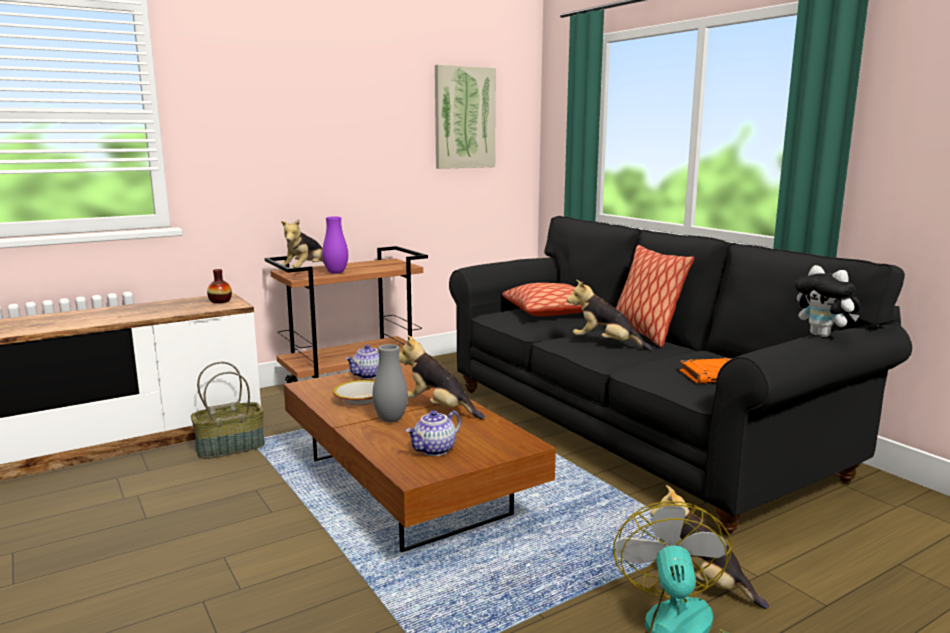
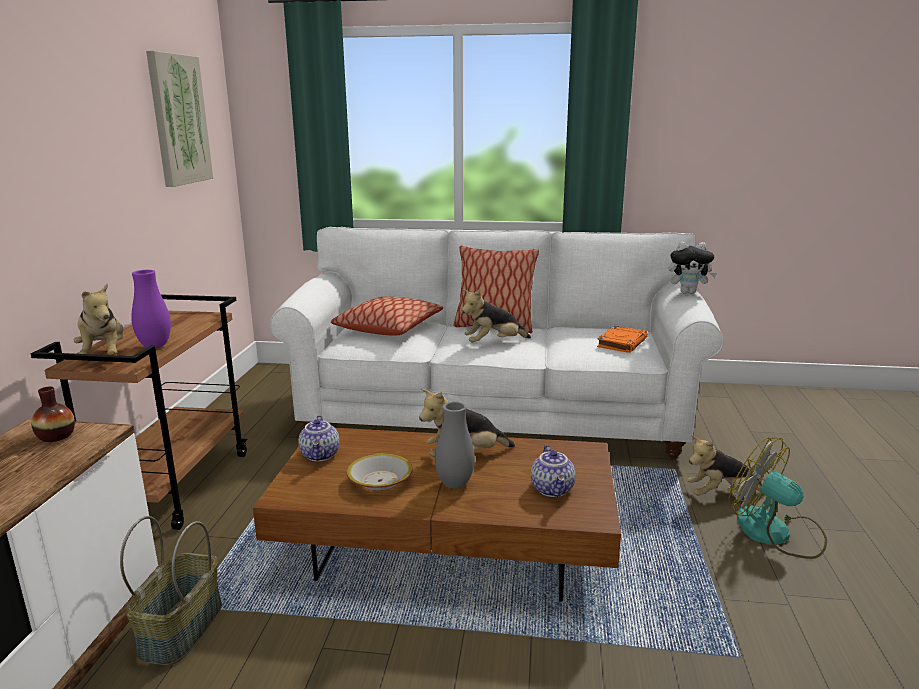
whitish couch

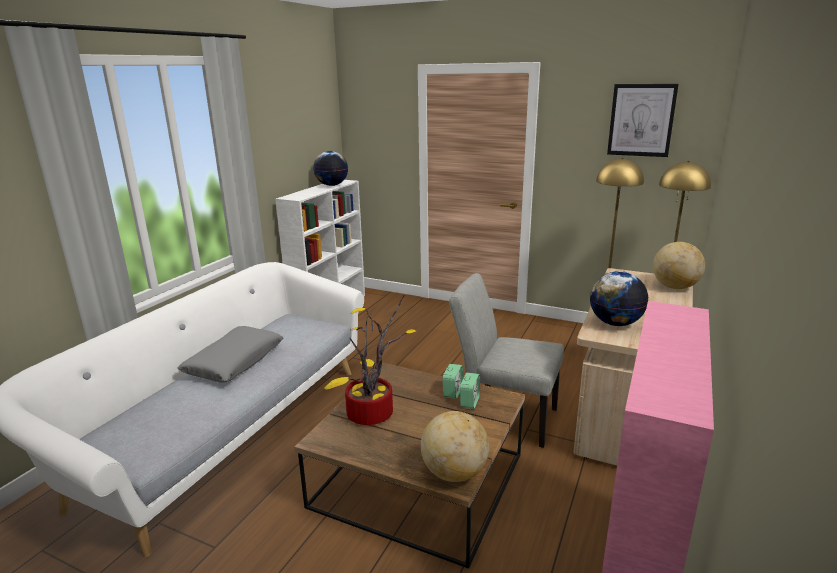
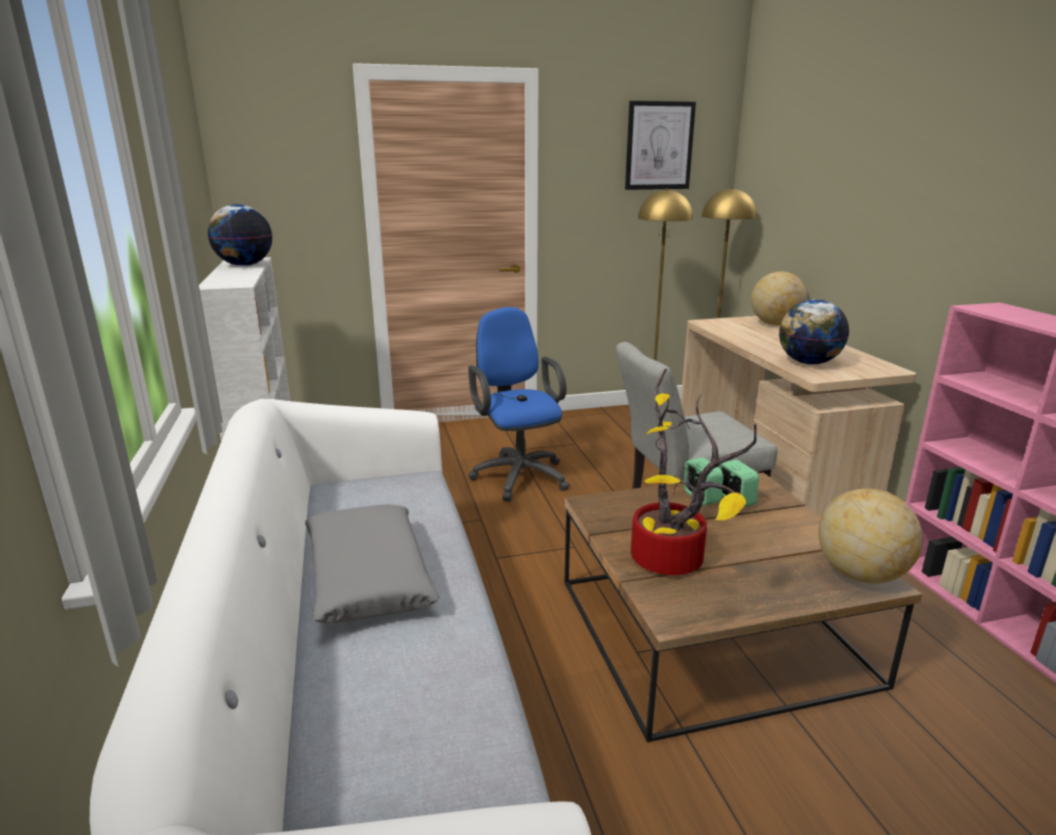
blue-coloured office chair

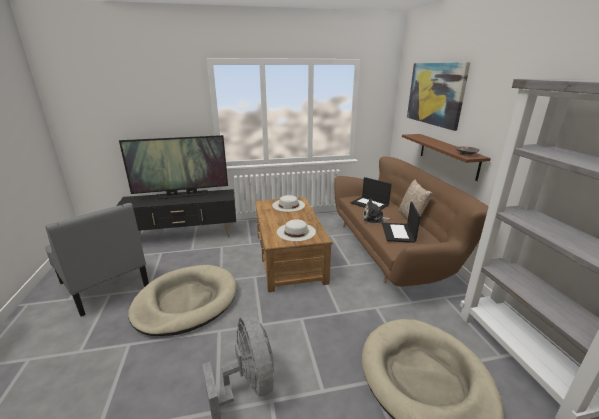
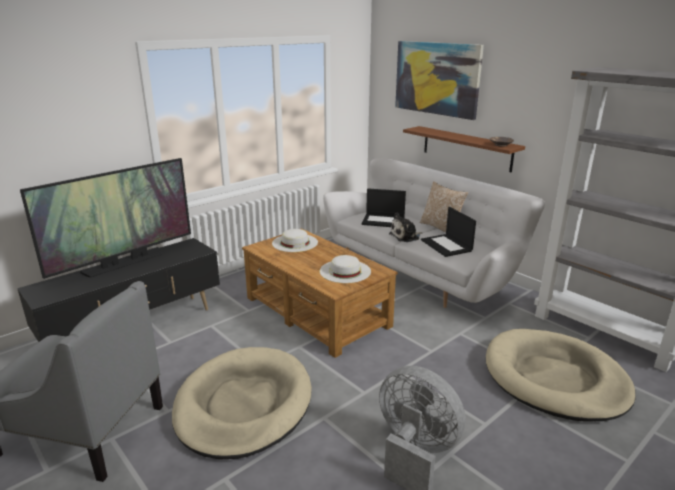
whitish couch

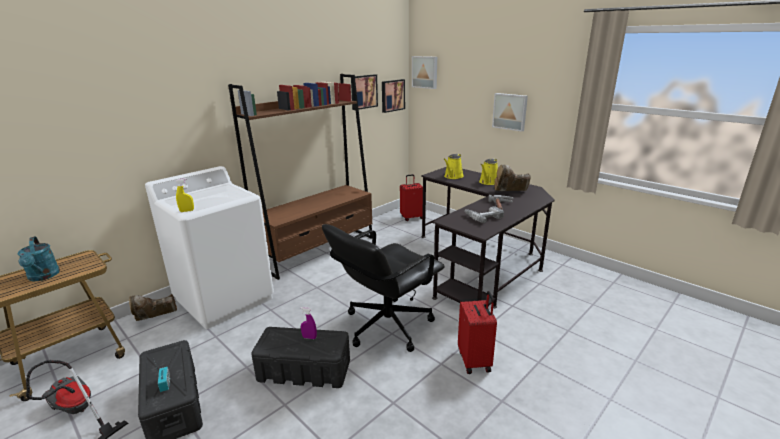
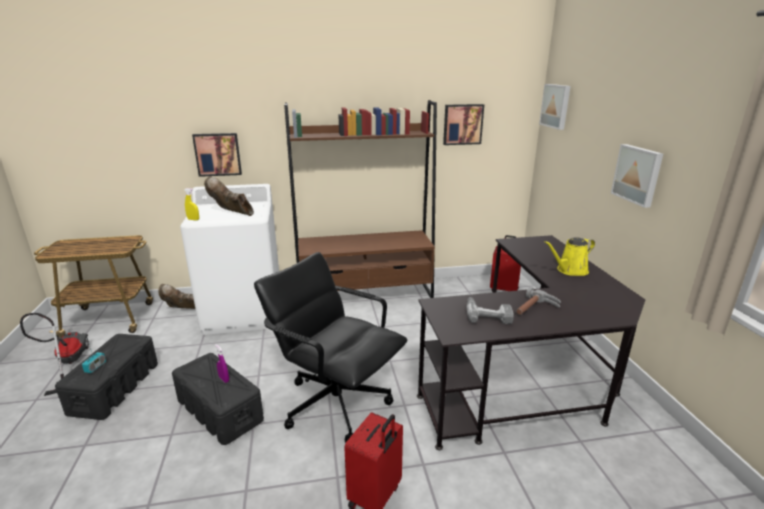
wall art (no. 1 from left)
yellow watering can (no. 1 from left in the first image)
brown boot (no. 2 from left)
blackish office chair
turquoise-coloured watering can

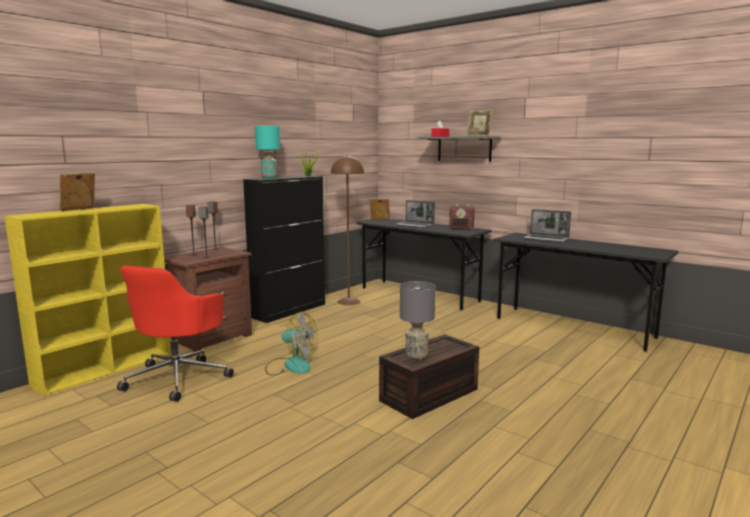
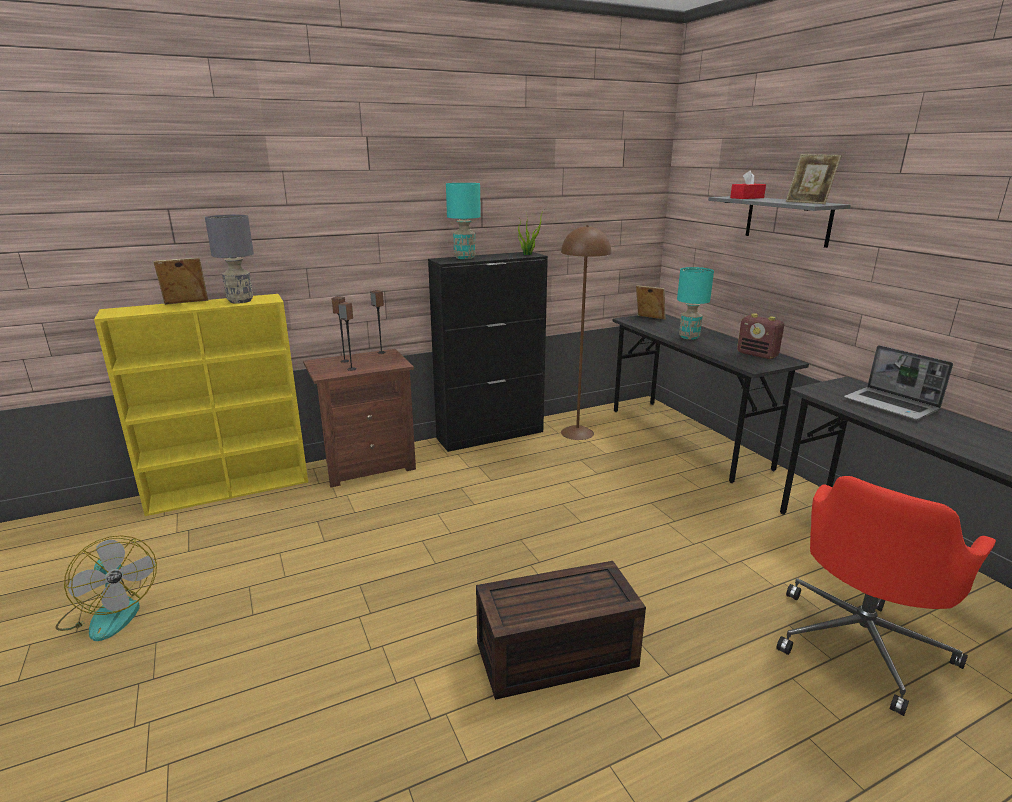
turquoise-coloured tabletop lamp (no. 2 from left)
reddish office chair
grey tabletop lamp
cooling fan

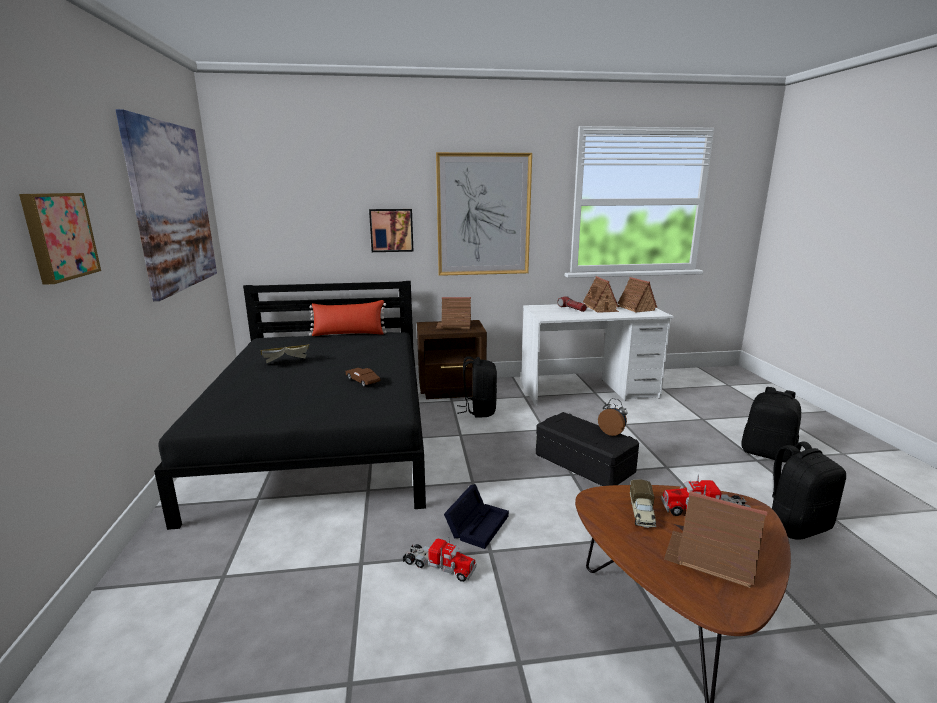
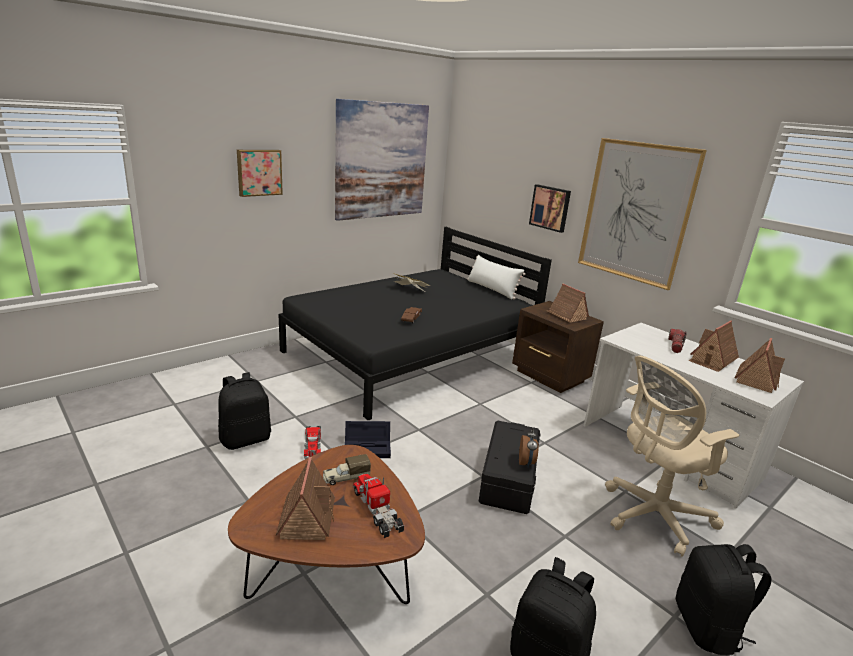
whitish cushion
blackish rucksack (no. 1 from left)
sand-coloured office chair

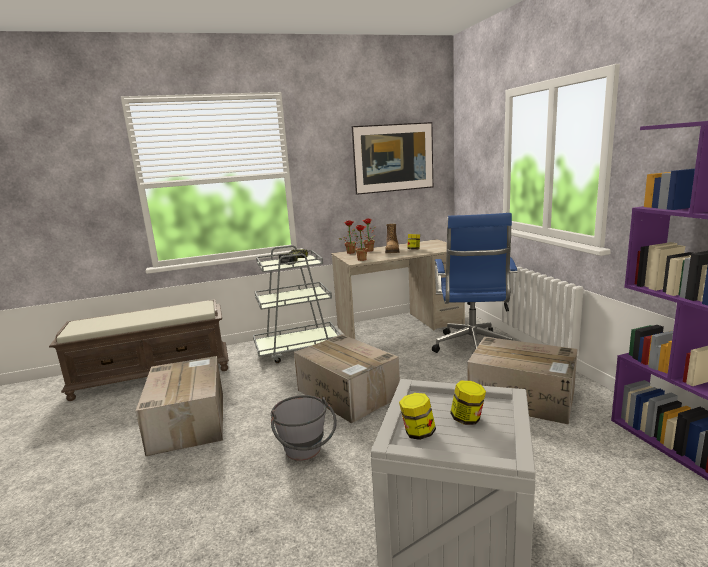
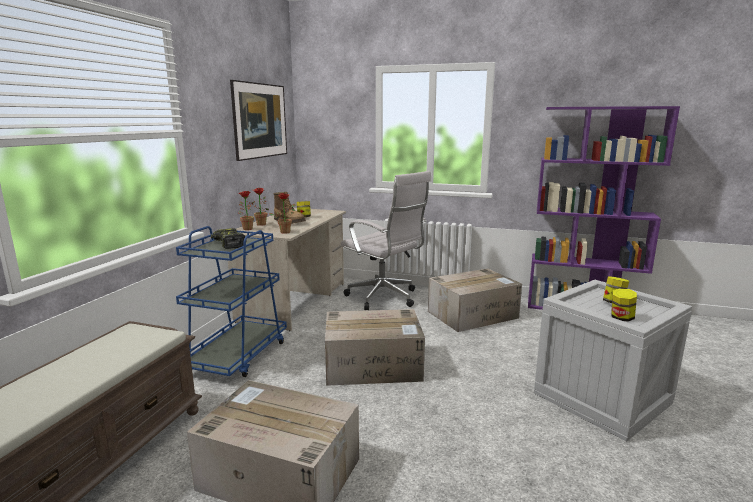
whitish office chair
blue-coloured wheeled cart
grey water bucket

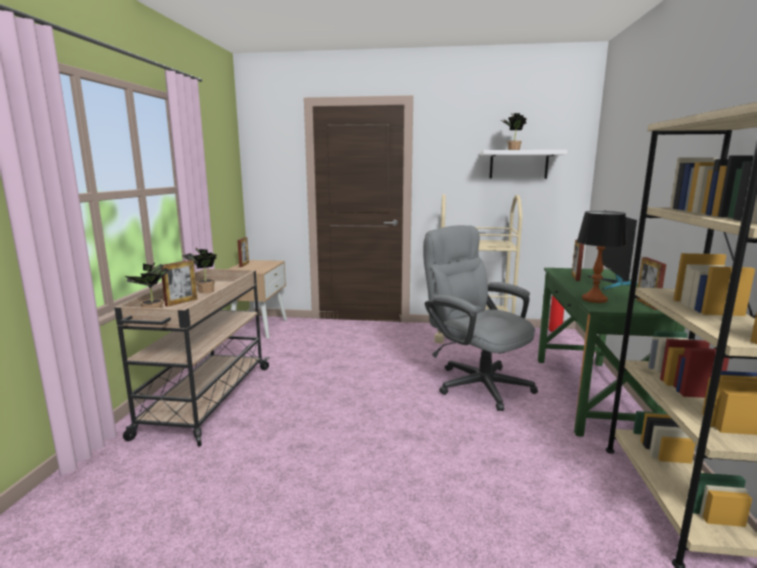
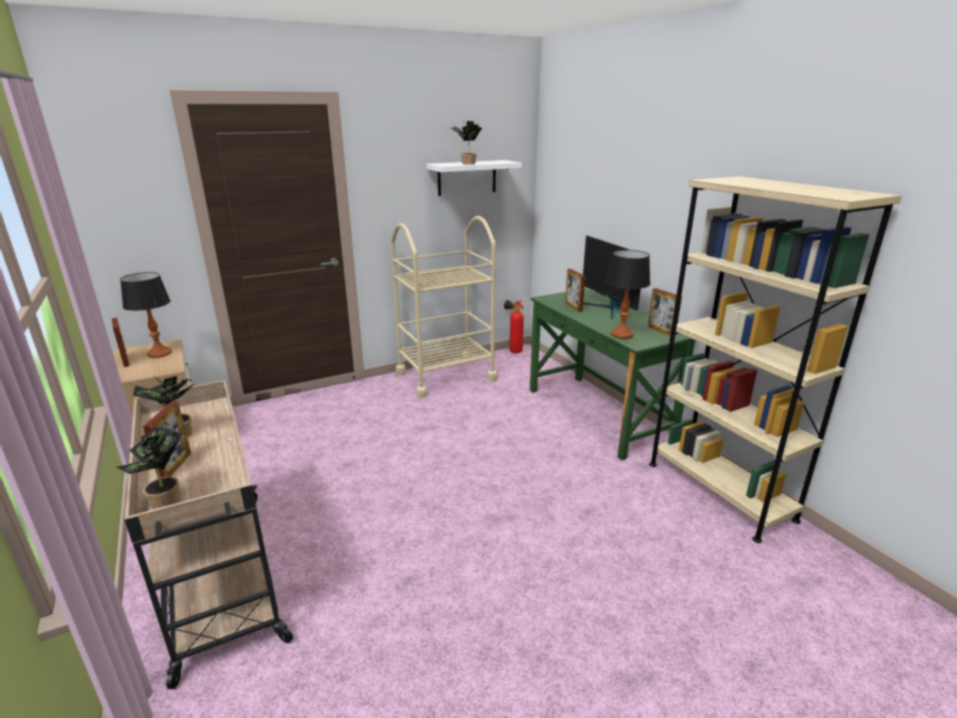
grey office chair
tabletop lamp (no. 1 from left)

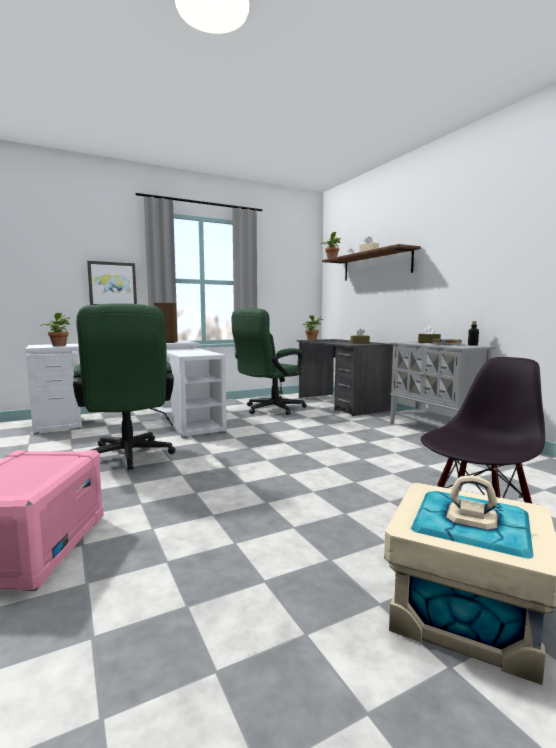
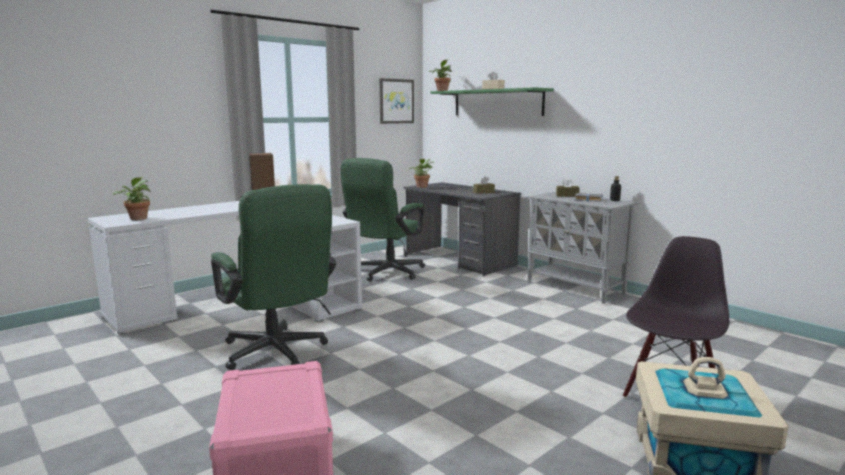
greenish bracket shelf
wall art

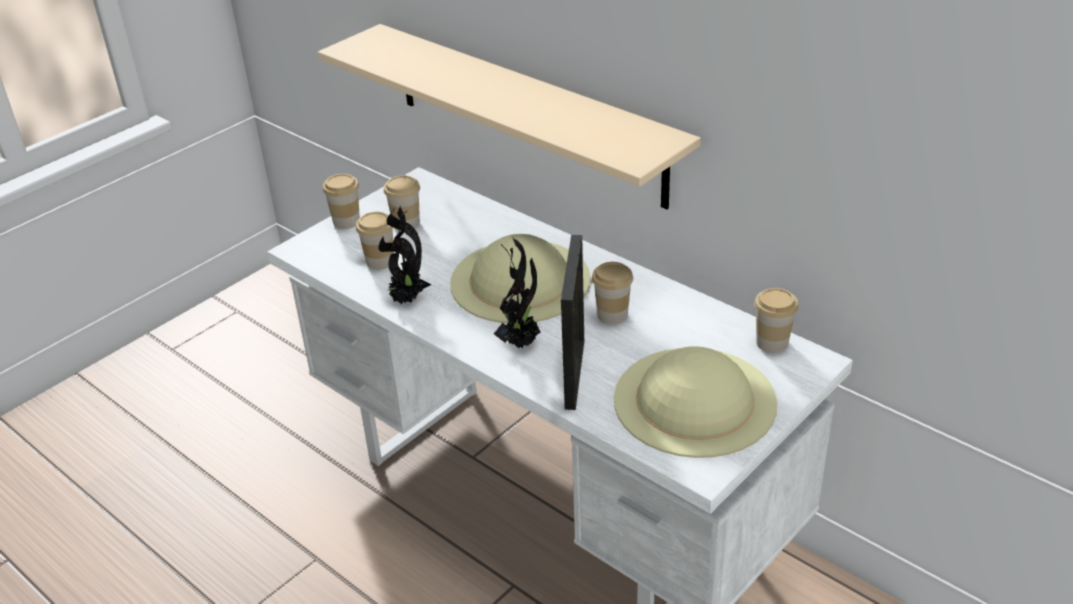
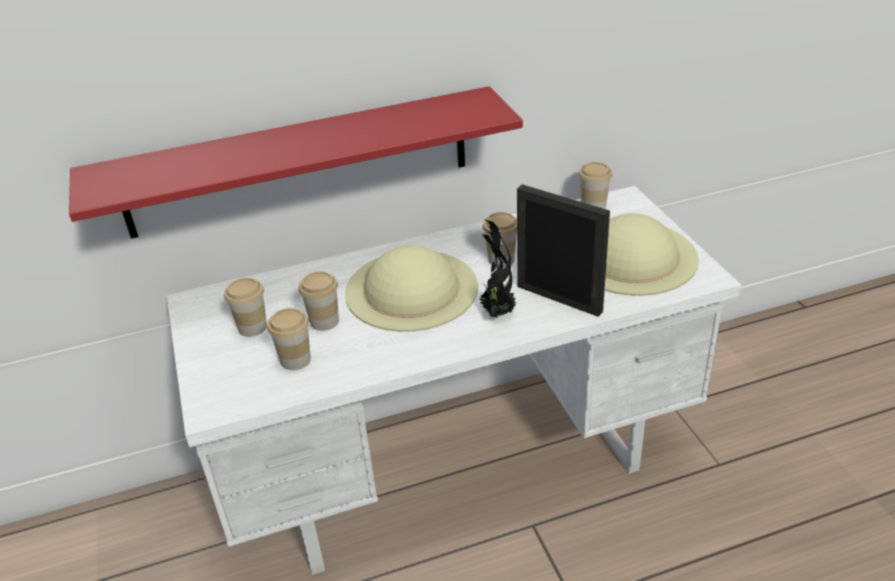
reddish bracket shelf
cup (no. 3 from left)
potted plant (no. 1 from left in the first image)

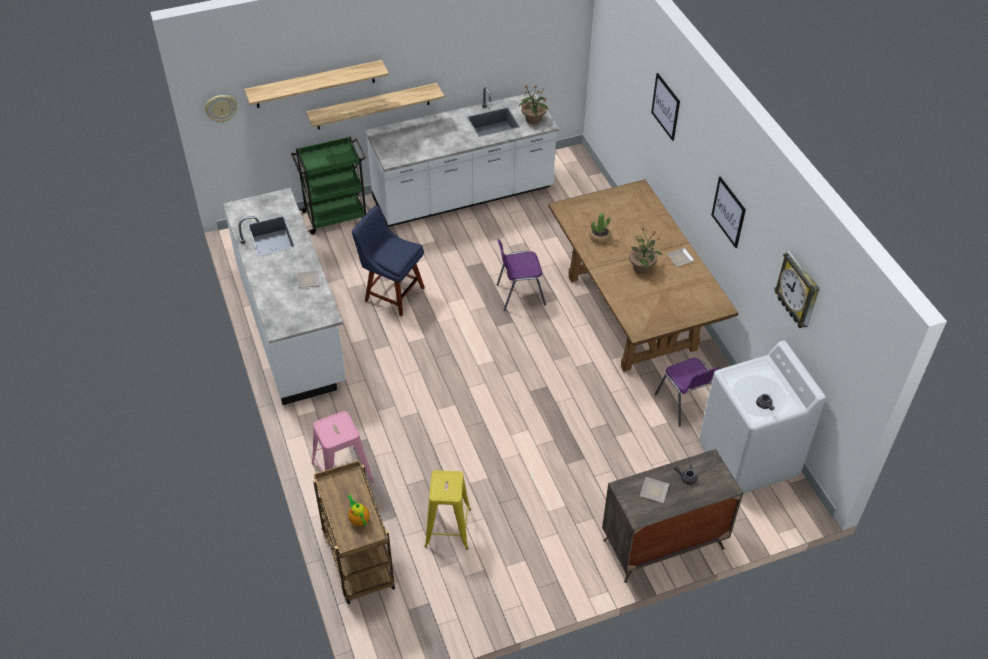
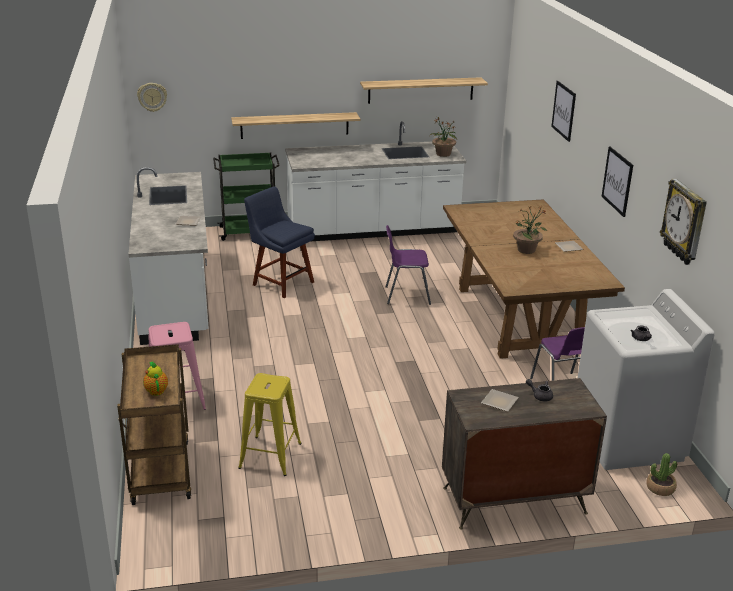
bracket shelf (no. 2 from left)
potted plant (no. 3 from left)

